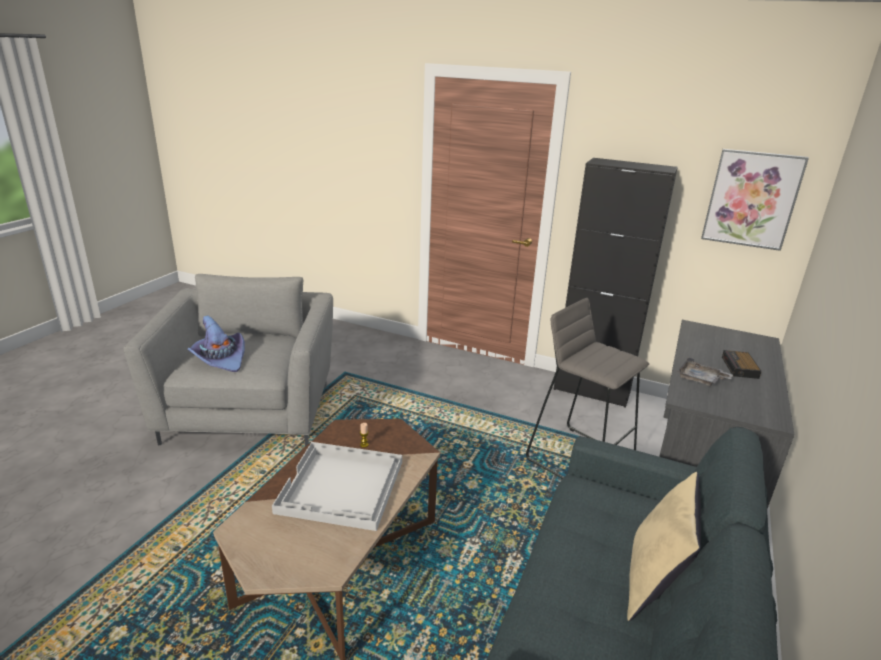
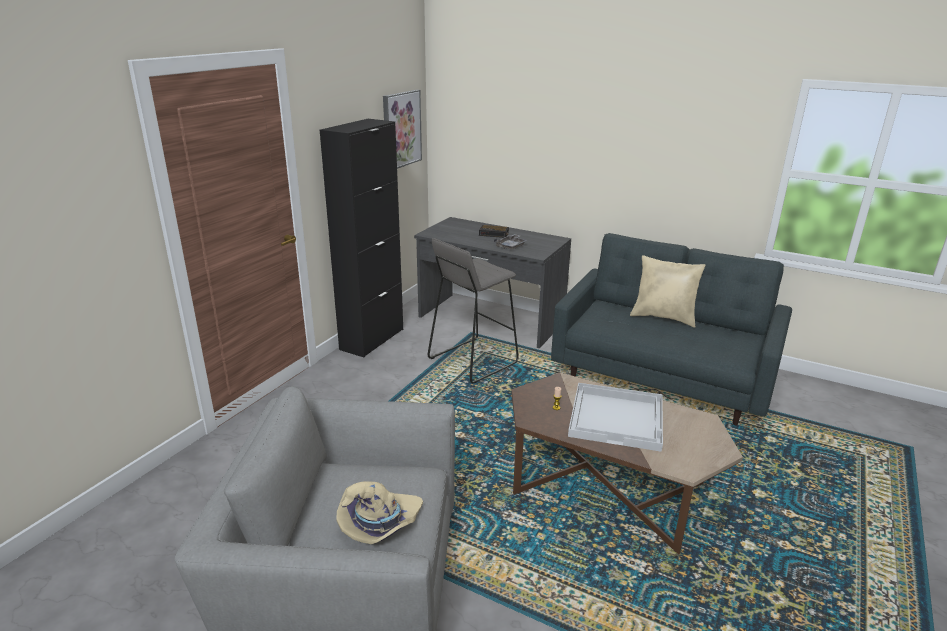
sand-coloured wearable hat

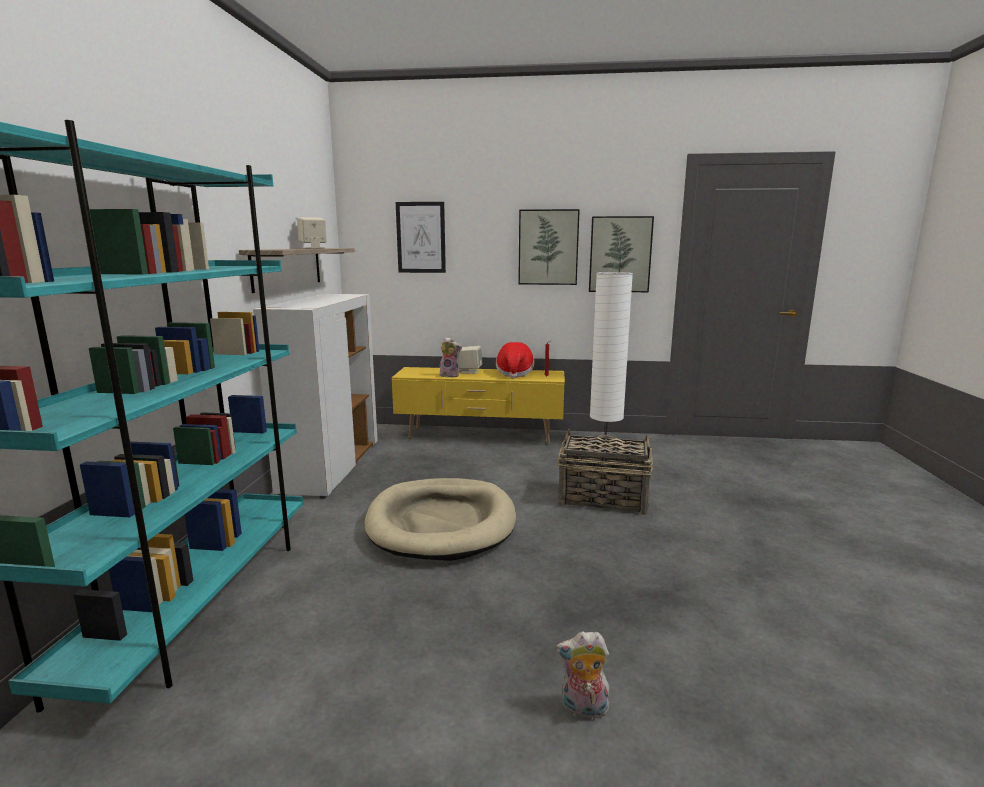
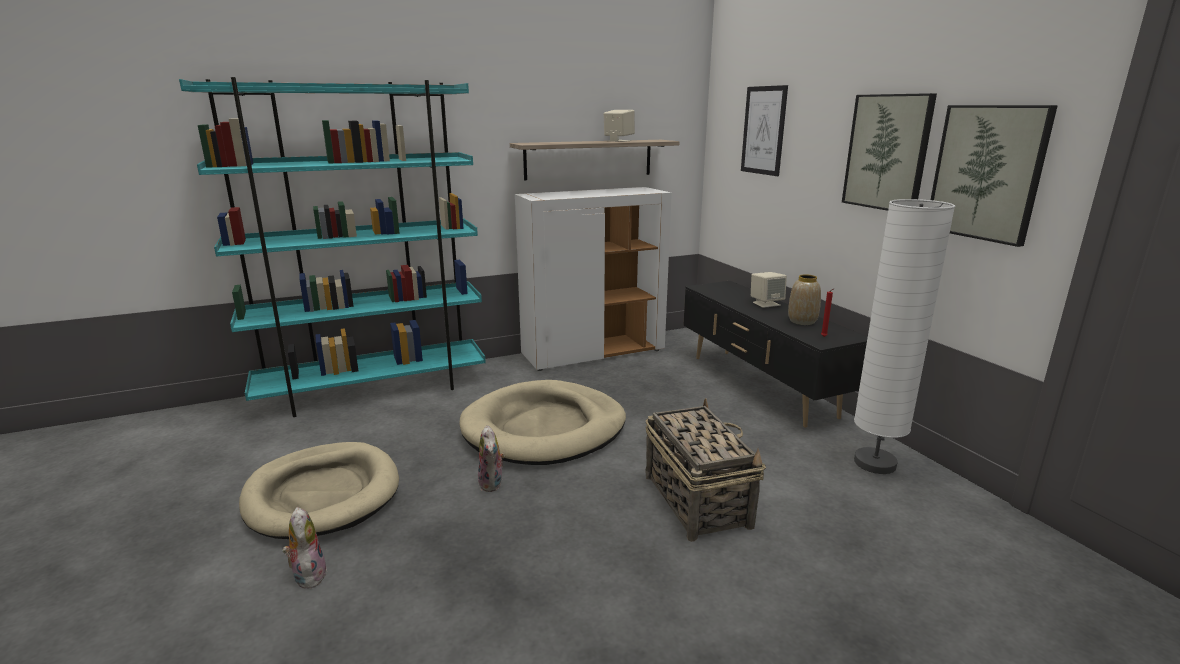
cuddly toy (no. 2 from left)
vase
blackish tv stand
sand-coloured pet bed (no. 1 from left)

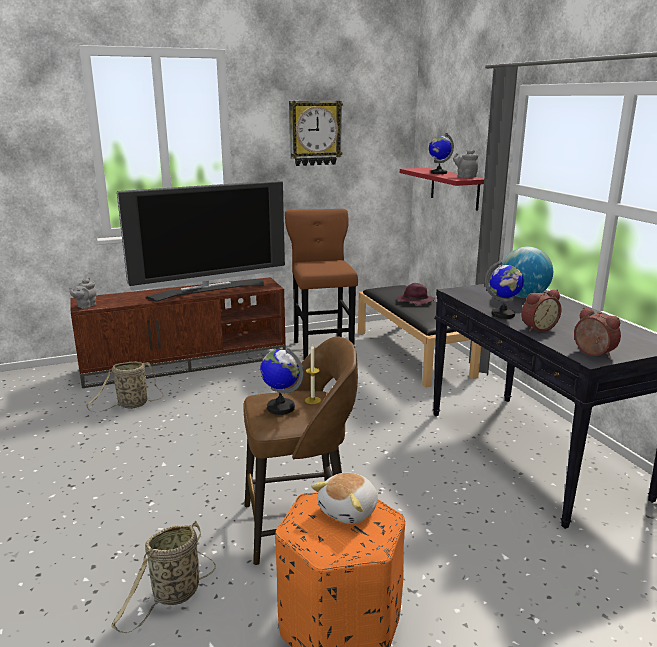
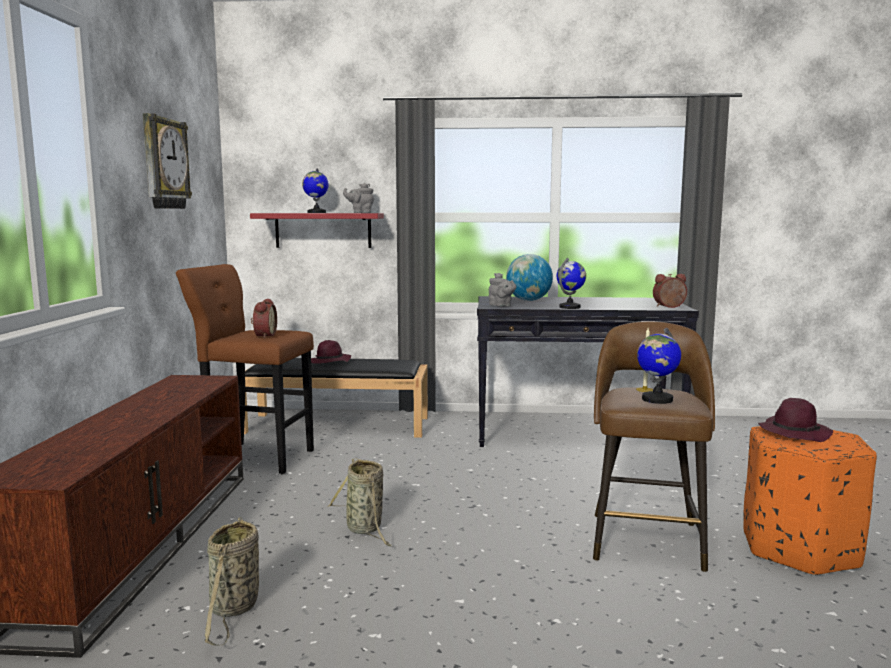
TV set
grey teapot (no. 2 from left)
bedside clock (no. 1 from left)
purplish wearable hat (no. 2 from left)
basket (no. 2 from left)

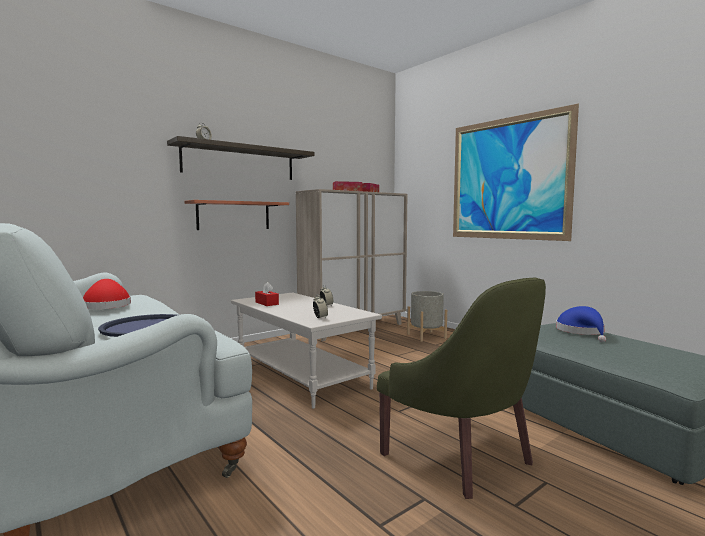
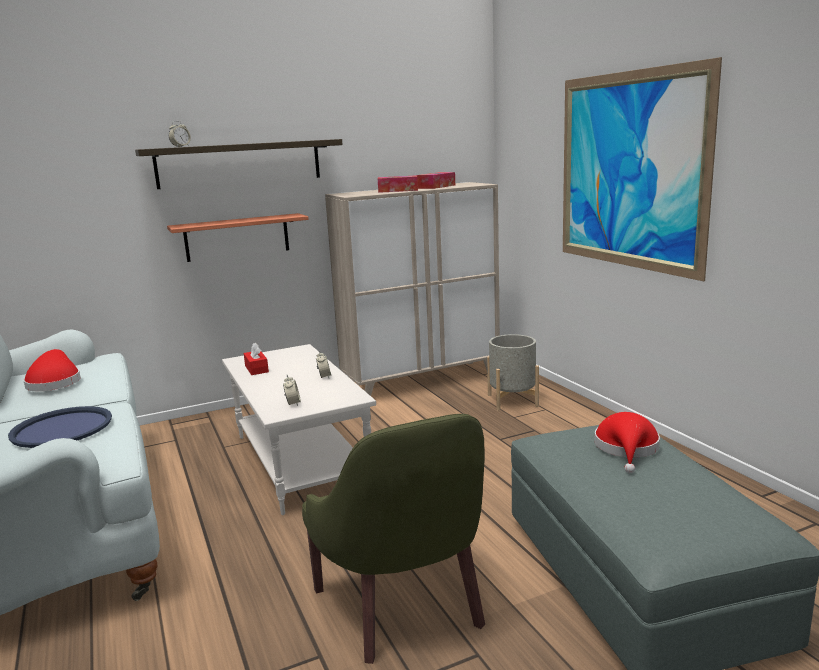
reddish wearable hat (no. 2 from left)

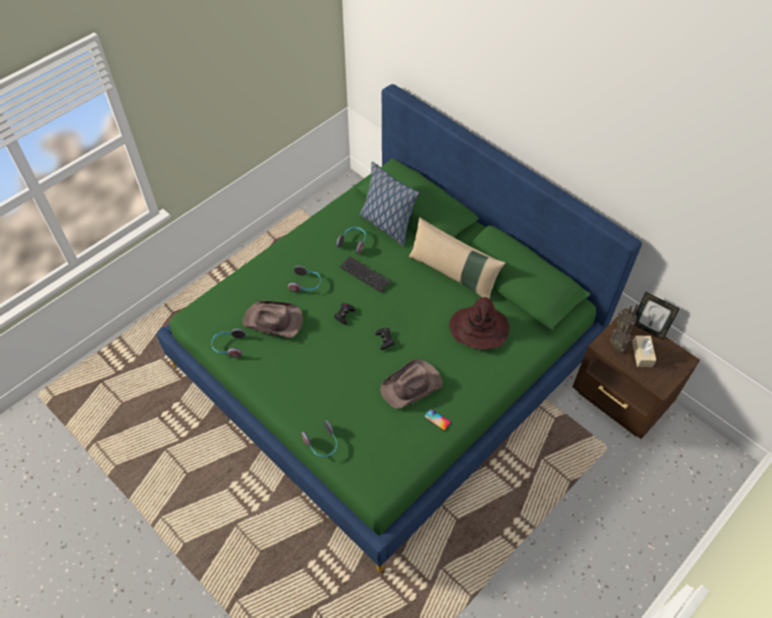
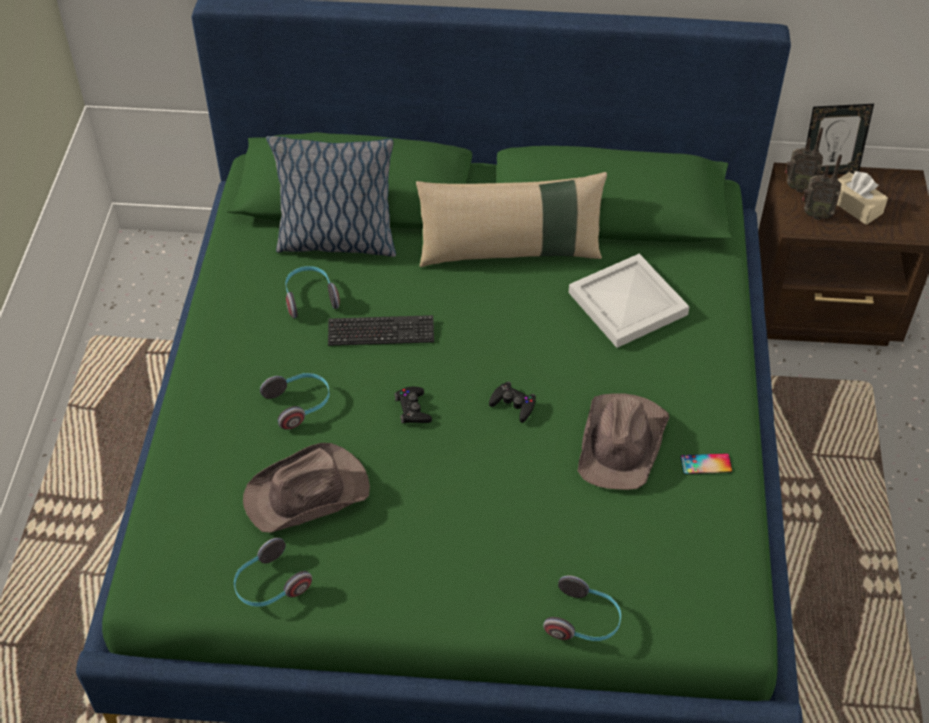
whitish serving tray

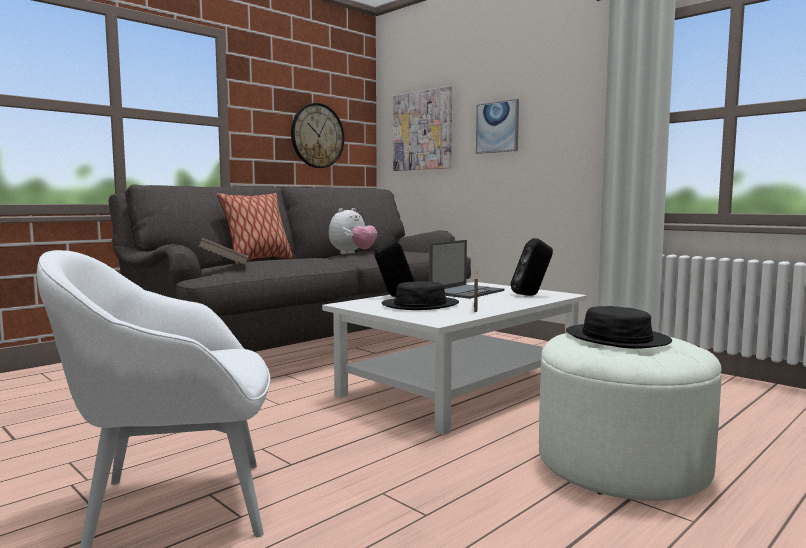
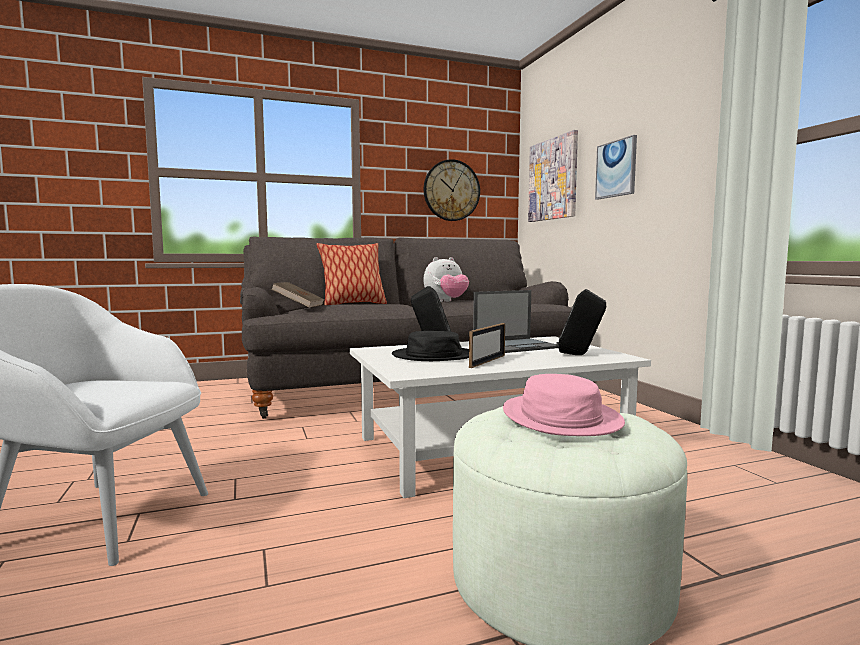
pink-coloured wearable hat

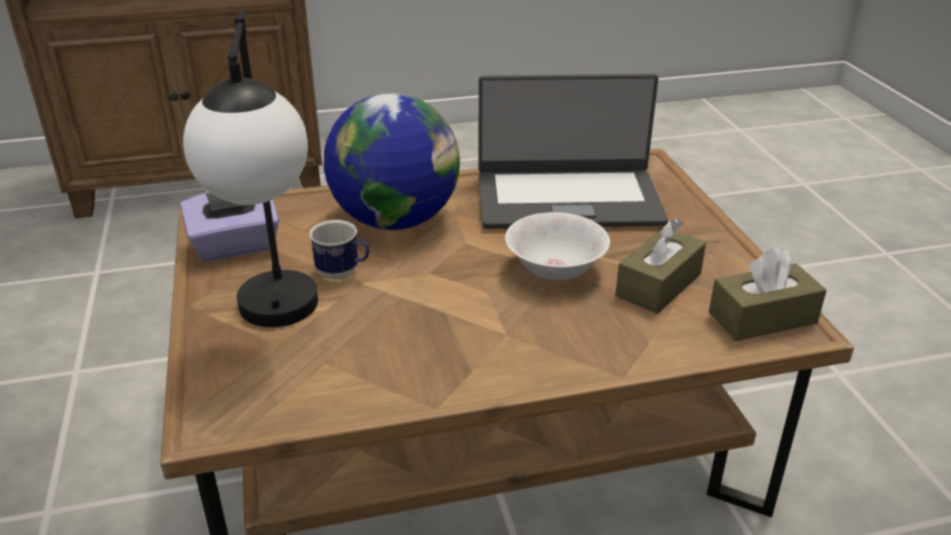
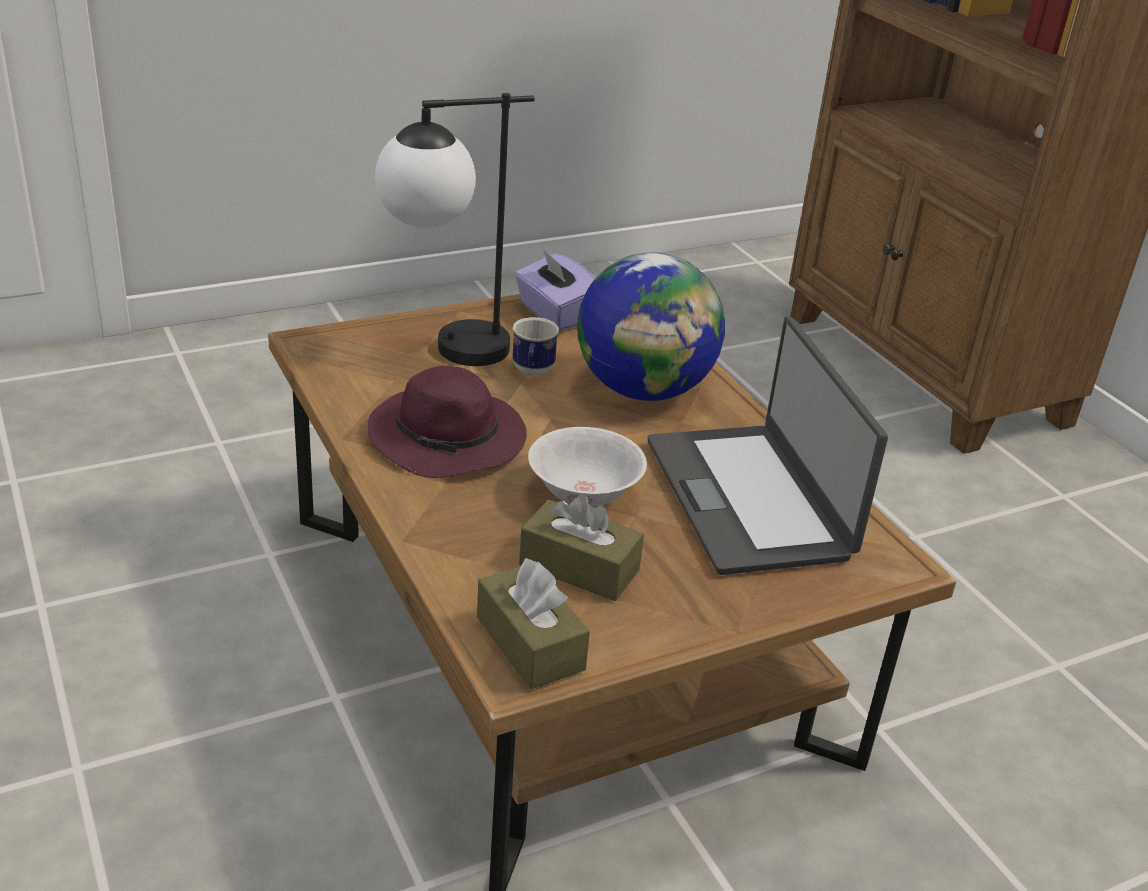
purplish wearable hat

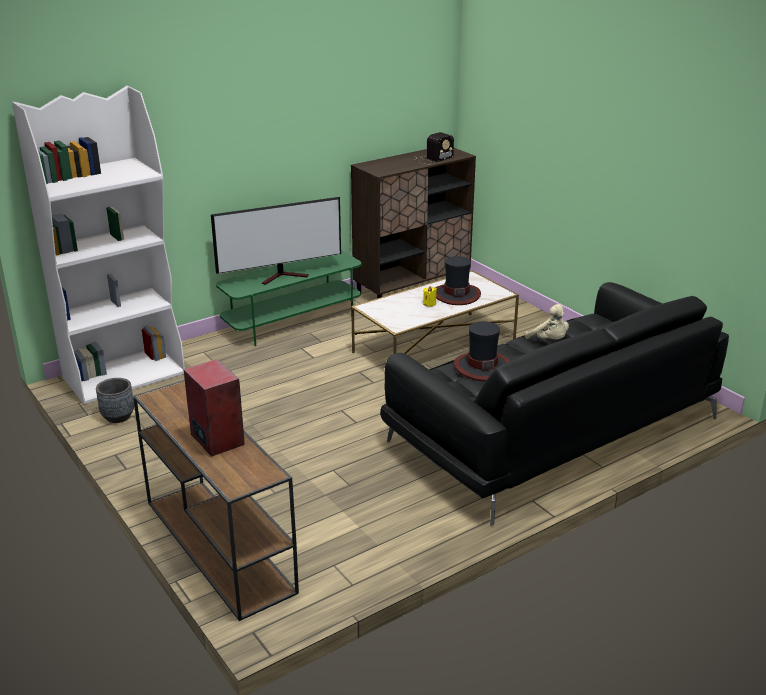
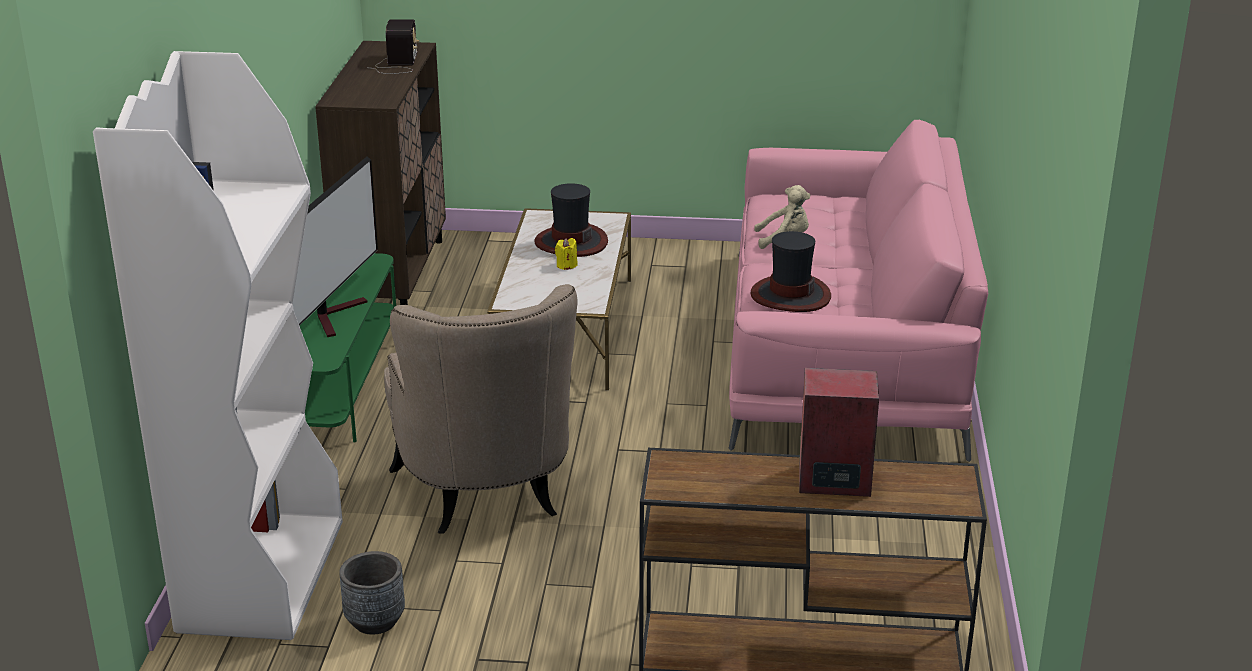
pink-coloured couch
sand-coloured easy chair

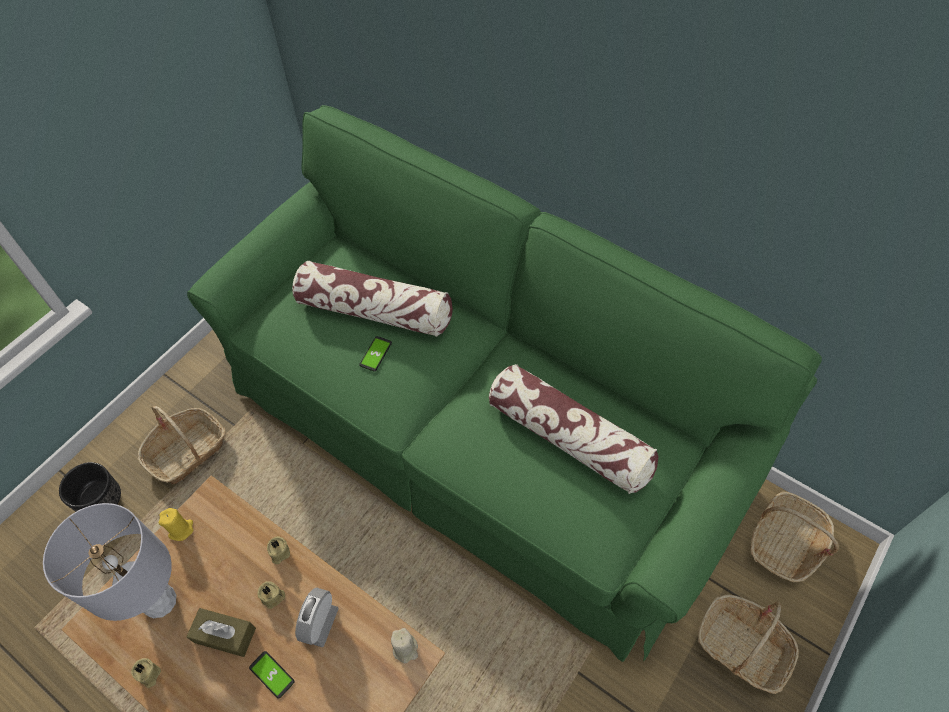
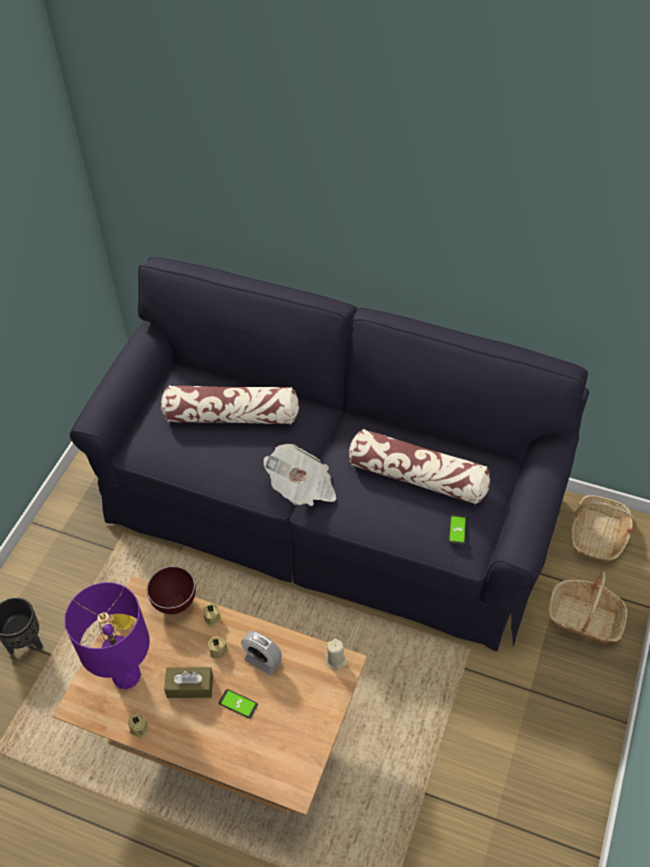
blackish couch
phone (no. 2 from left)
basket (no. 1 from left in the first image)
purplish tabletop lamp
bedside clock
printed paper
brown deep dish

